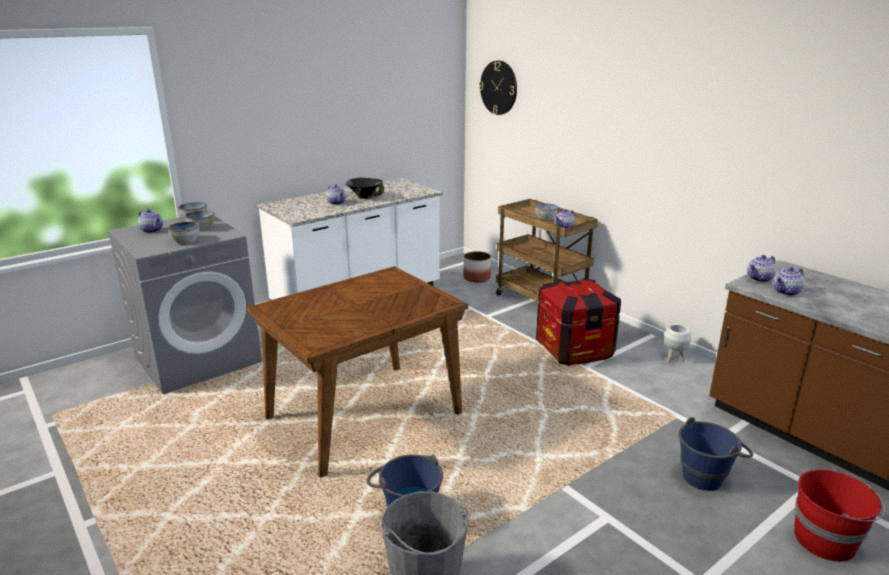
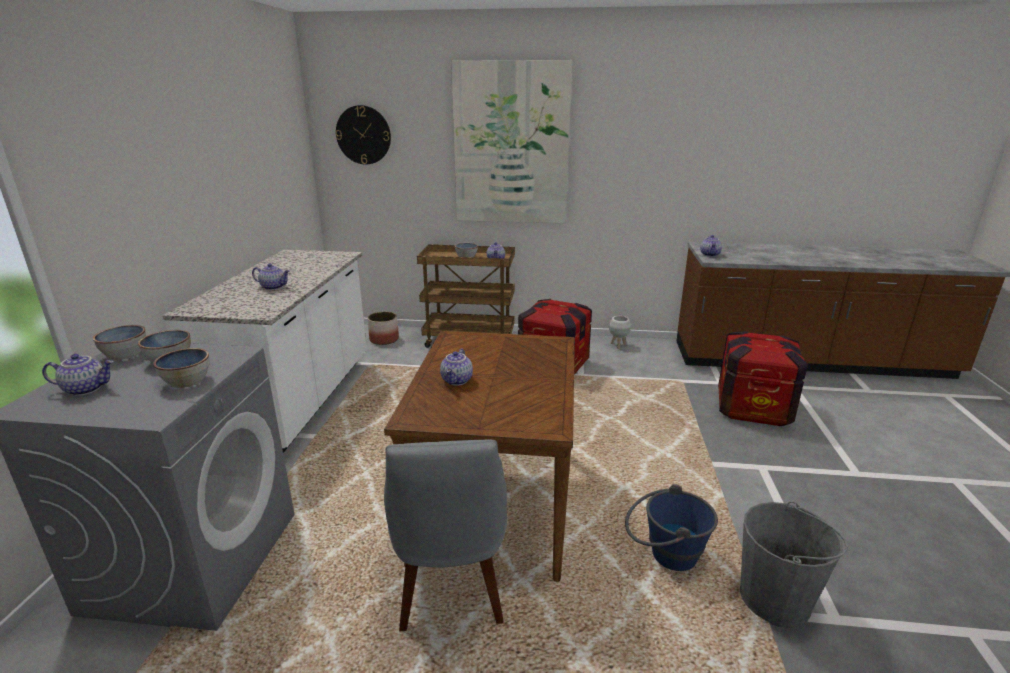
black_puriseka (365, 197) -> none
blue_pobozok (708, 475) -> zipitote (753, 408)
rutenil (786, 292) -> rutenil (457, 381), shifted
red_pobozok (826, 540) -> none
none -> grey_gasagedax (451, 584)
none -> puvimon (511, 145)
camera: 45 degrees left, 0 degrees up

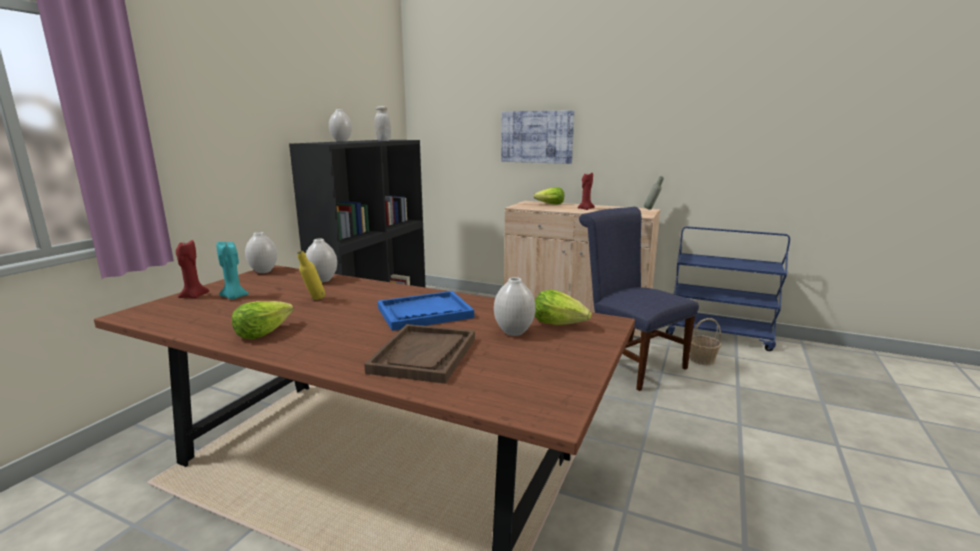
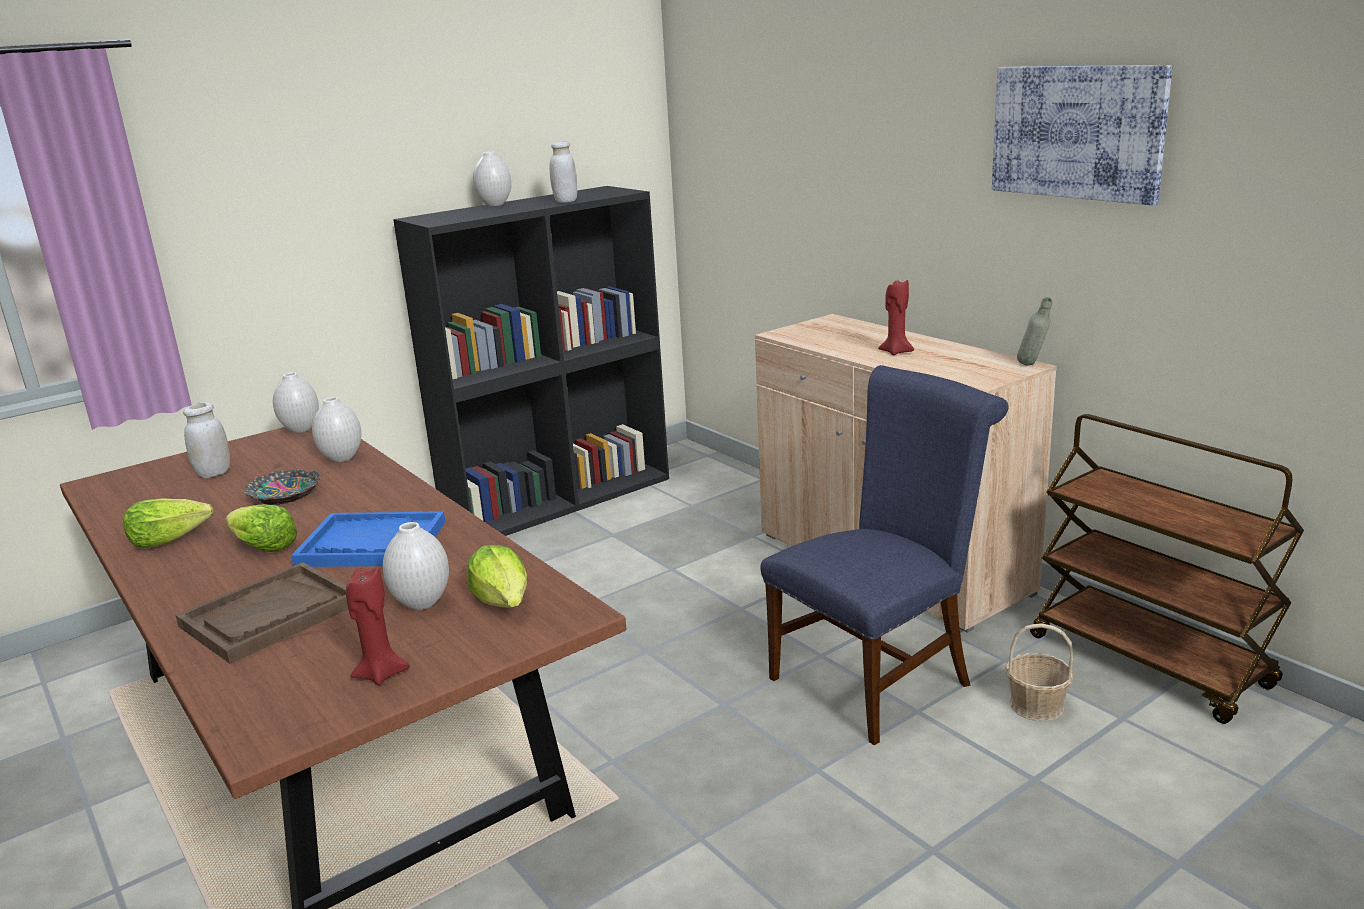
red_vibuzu (193, 296) -> red_vibuzu (381, 674), shifted
turquoise_vibuzu (234, 297) -> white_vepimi (214, 473)
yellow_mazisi (314, 300) -> puriseka (284, 495)
puvimon (536, 137) -> puvimon (1077, 132), shifted
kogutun (550, 204) -> kogutun (263, 547), shifted
blue_gasagedax (629, 362) -> blue_gasagedax (878, 677), 60 degrees clockwise
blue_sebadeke (719, 335) -> brown_sebadeke (1150, 662)
camera: 30 degrees right, 5 degrees up

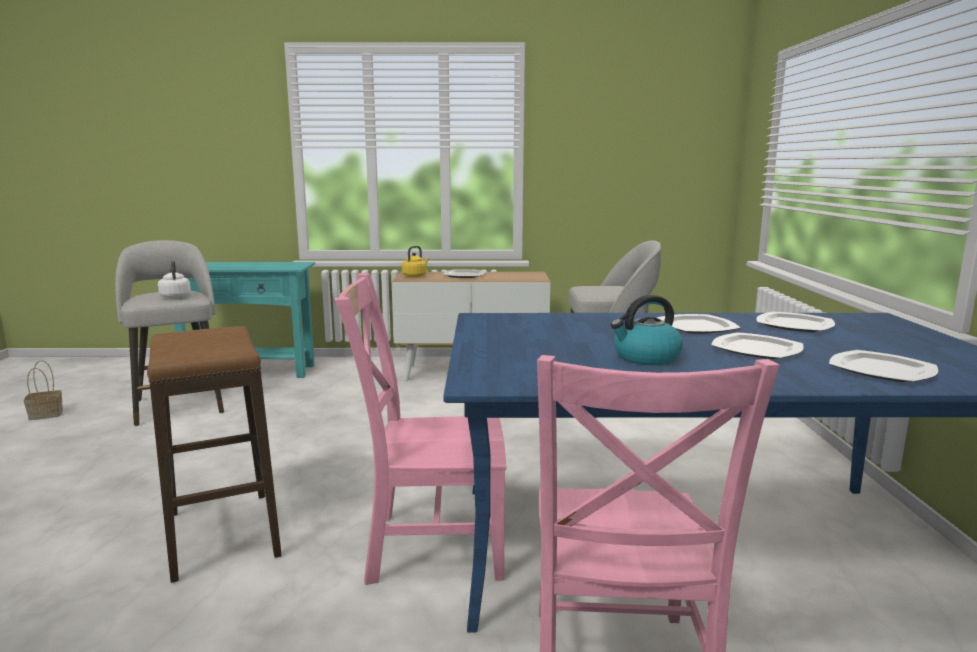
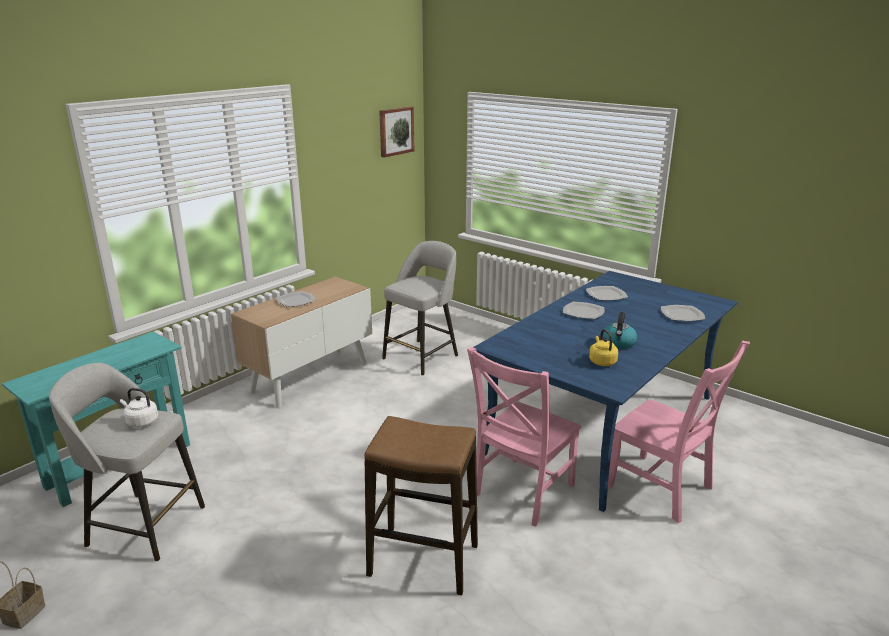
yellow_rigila (415, 276) -> yellow_rigila (602, 361), shifted
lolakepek (756, 349) -> none
none -> puvimon (395, 131)
camera: 50 degrees left, 10 degrees up

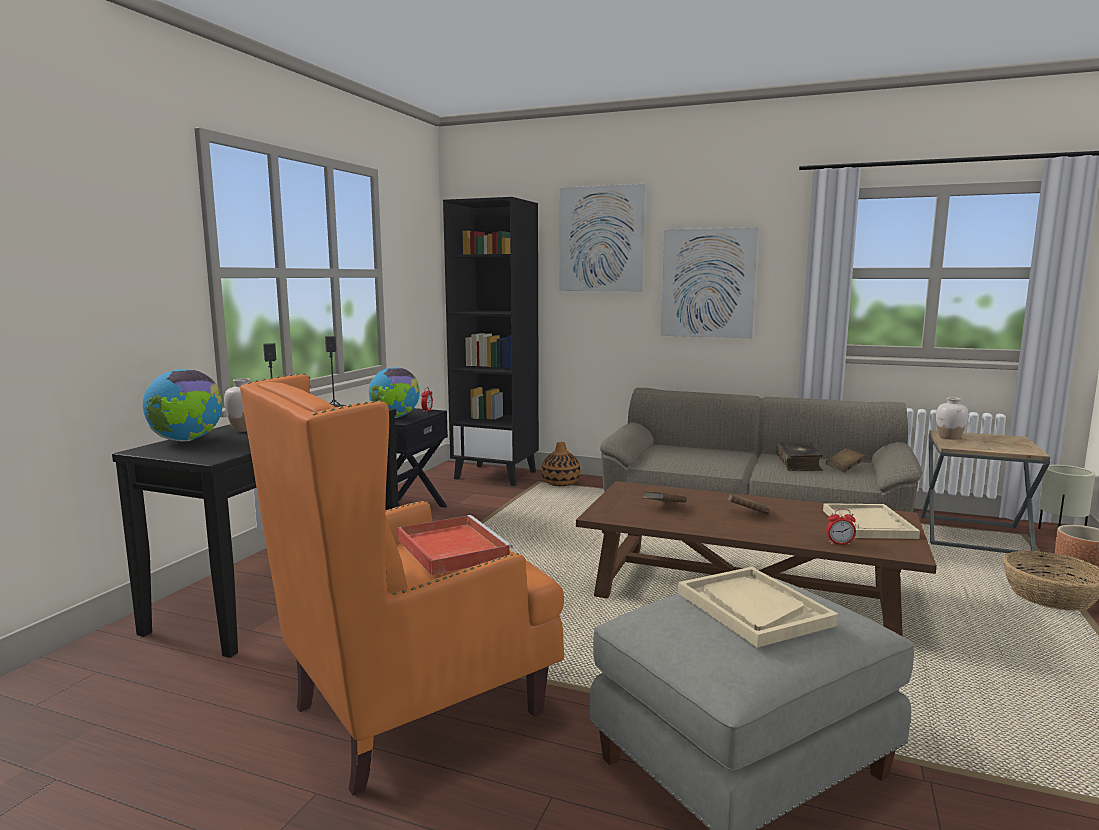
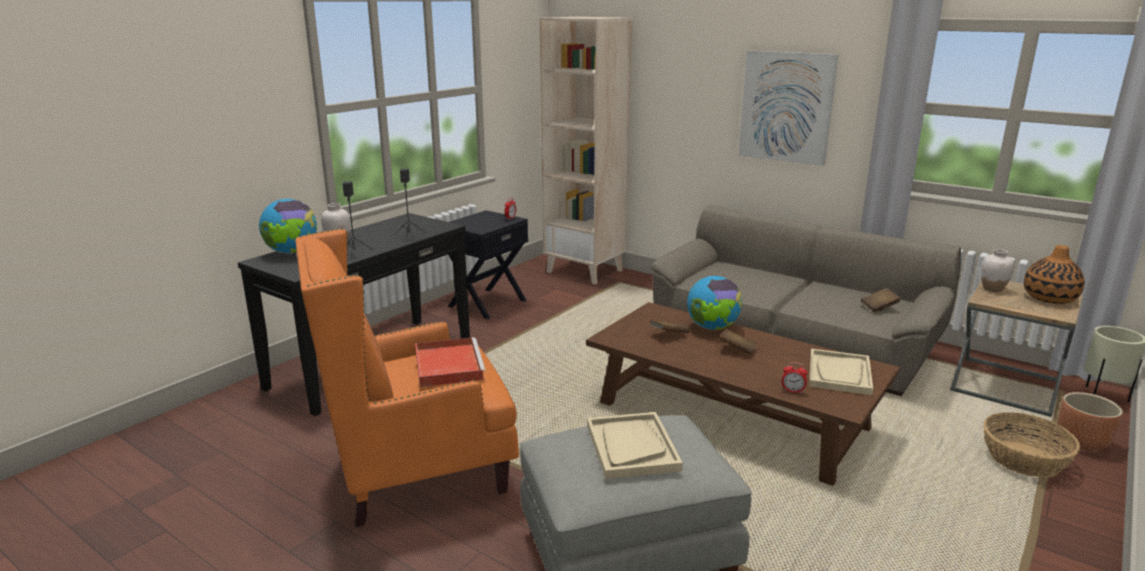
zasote (395, 417) -> zasote (712, 328), shifted
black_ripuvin (496, 475) -> beige_ripuvin (585, 271)
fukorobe (560, 483) -> fukorobe (1049, 298), shifted
puvimon (601, 239) -> none
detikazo (799, 464) -> none
camera: 15 degrees right, 10 degrees up

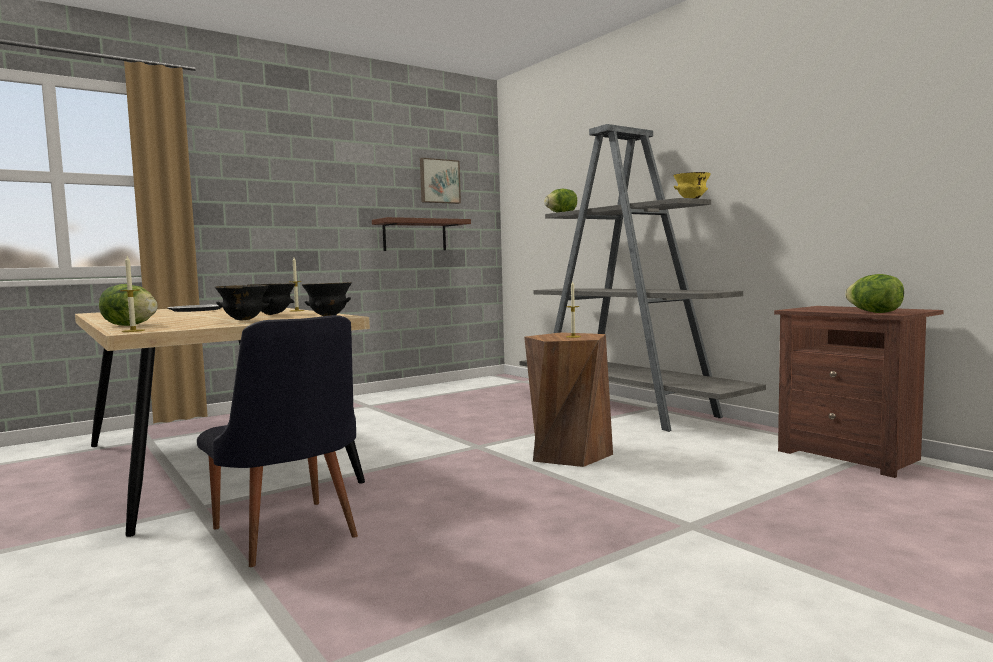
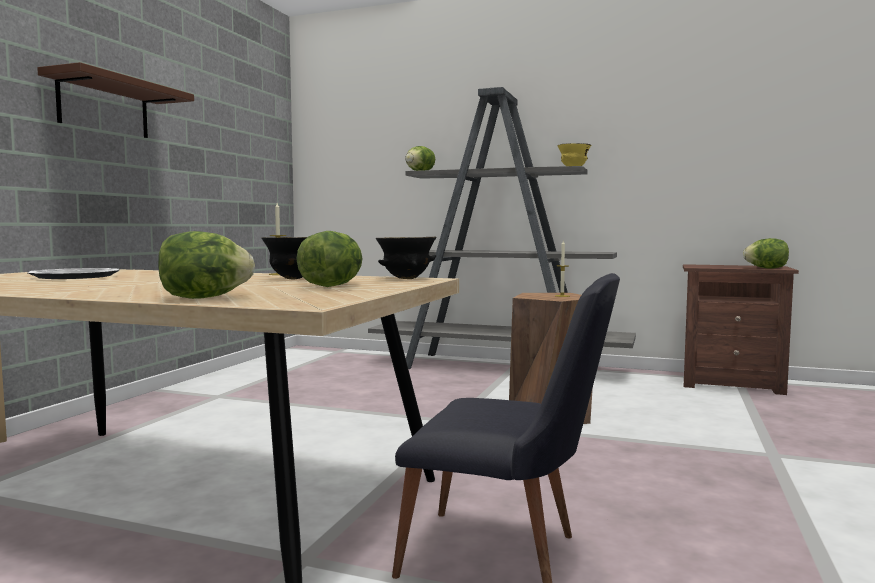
vibuzu (133, 331) -> none
black_puriseka (243, 320) -> kogutun (332, 286)
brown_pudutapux (414, 235) -> brown_pudutapux (104, 107), shifted
puvimon (439, 181) -> none
camera: 35 degrees left, 0 degrees up

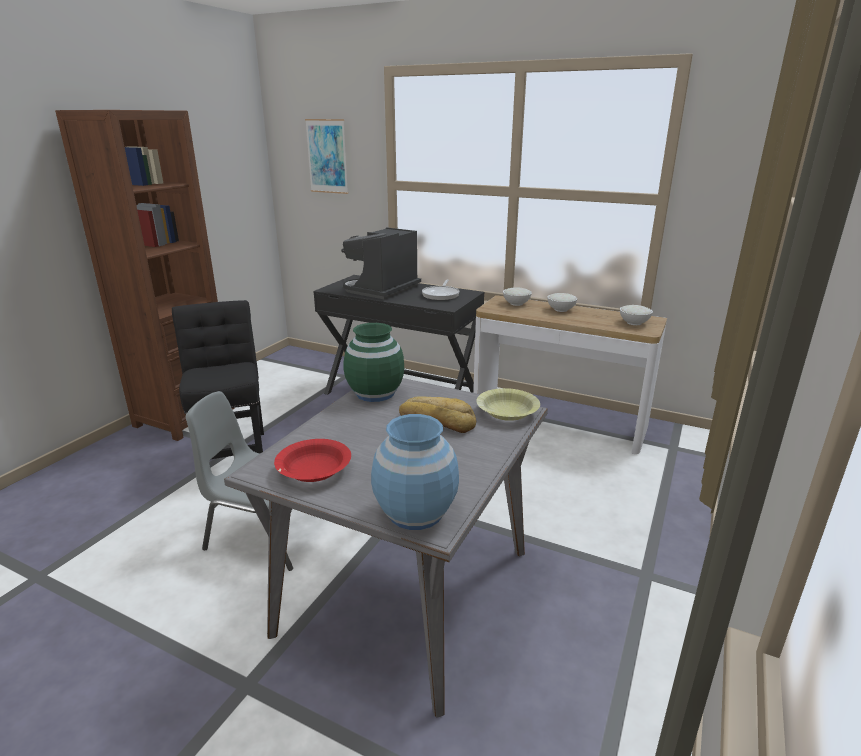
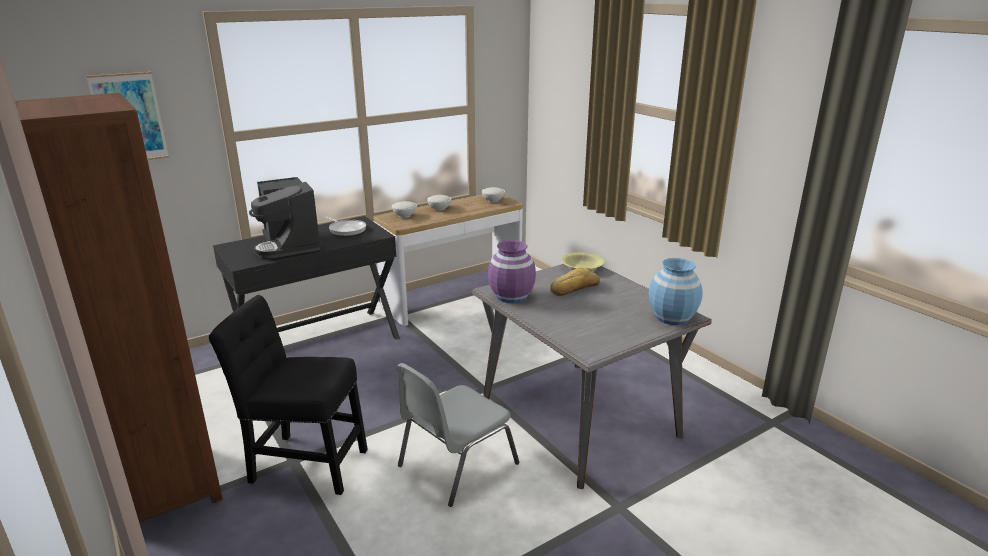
red_puriseka (314, 470) -> none
green_fukorobe (375, 393) -> purple_fukorobe (511, 296)
camera: 60 degrees left, 0 degrees up

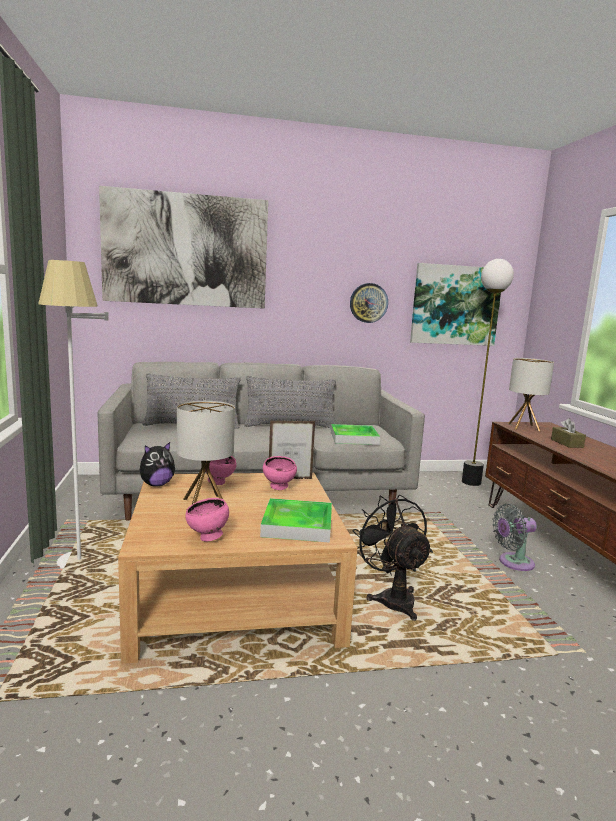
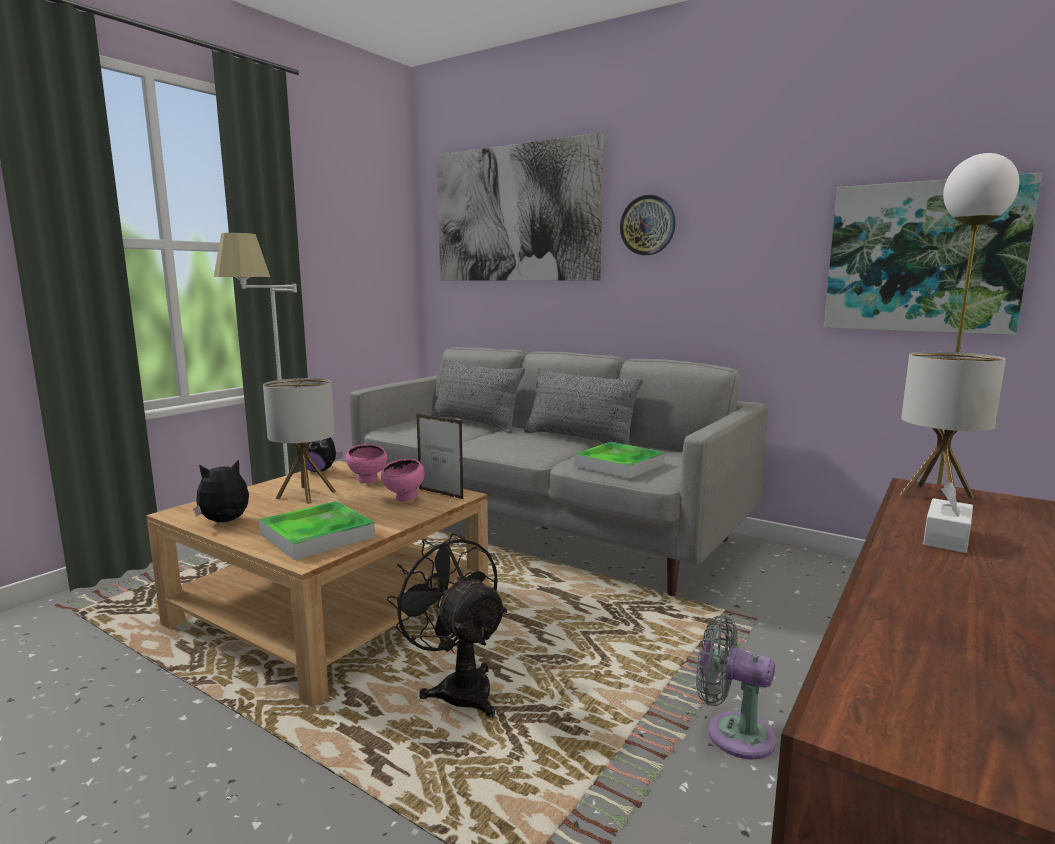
pink_puriseka (207, 538) -> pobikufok (225, 522)
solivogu (368, 303) -> solivogu (648, 225), shifted
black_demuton (392, 598) -> black_demuton (458, 687), 60 degrees counterclockwise
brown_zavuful (567, 443) -> white_zavuful (946, 538)
camera: 45 degrees right, 0 degrees up

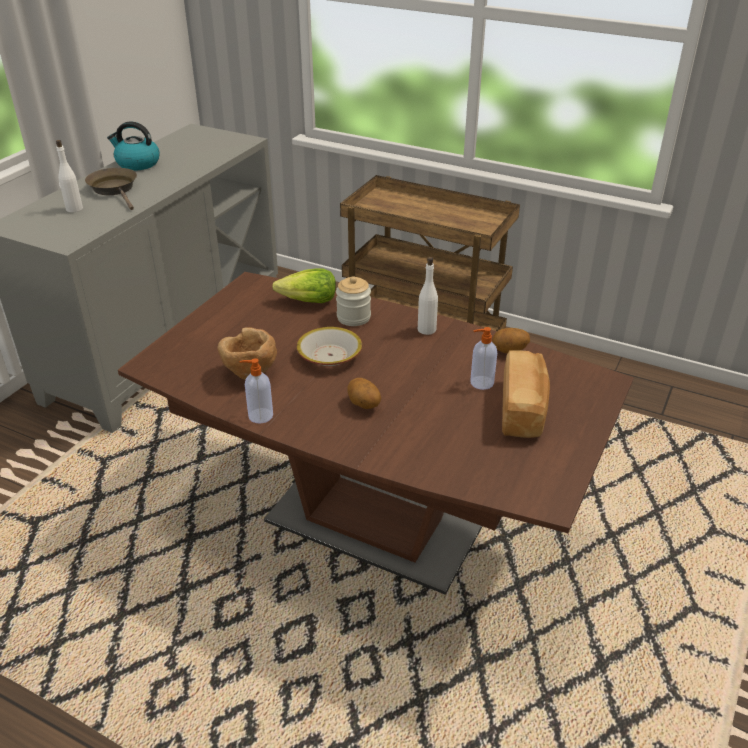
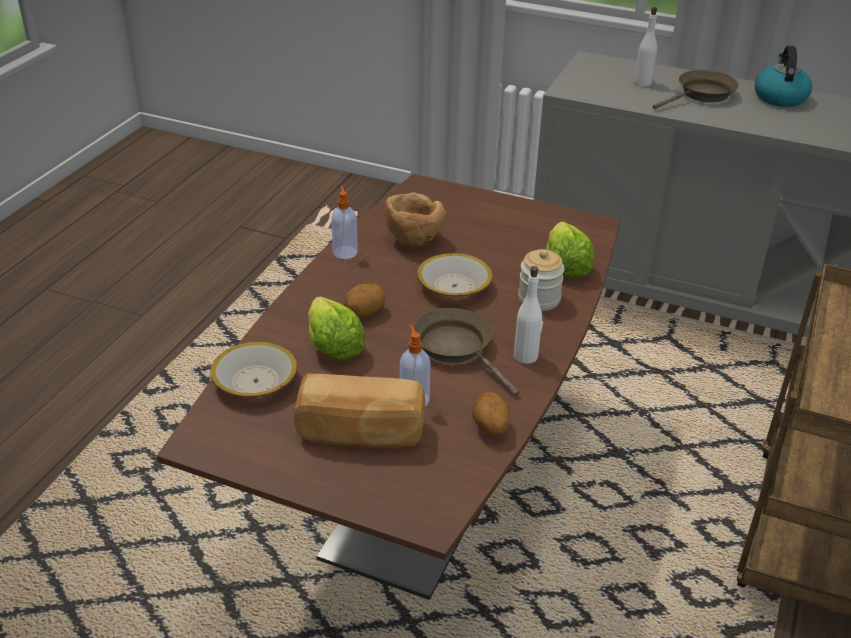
none -> puriseka (255, 382)
none -> kogutun (333, 345)
none -> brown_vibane (457, 348)
camera: 85 degrees right, 0 degrees up

